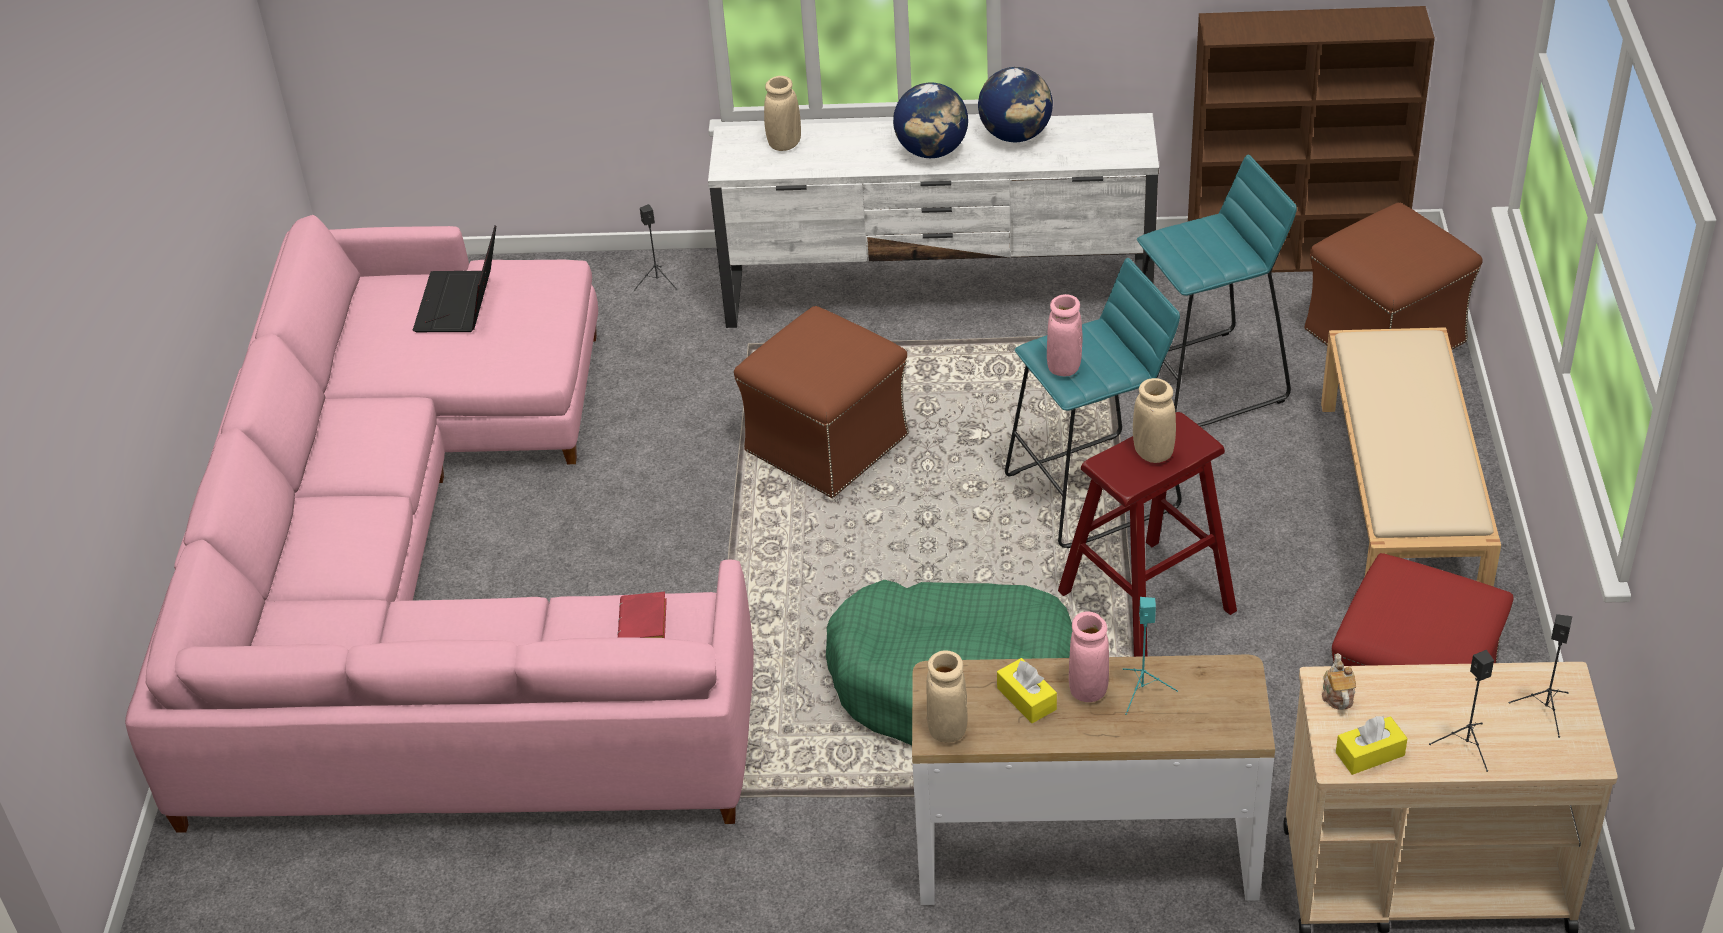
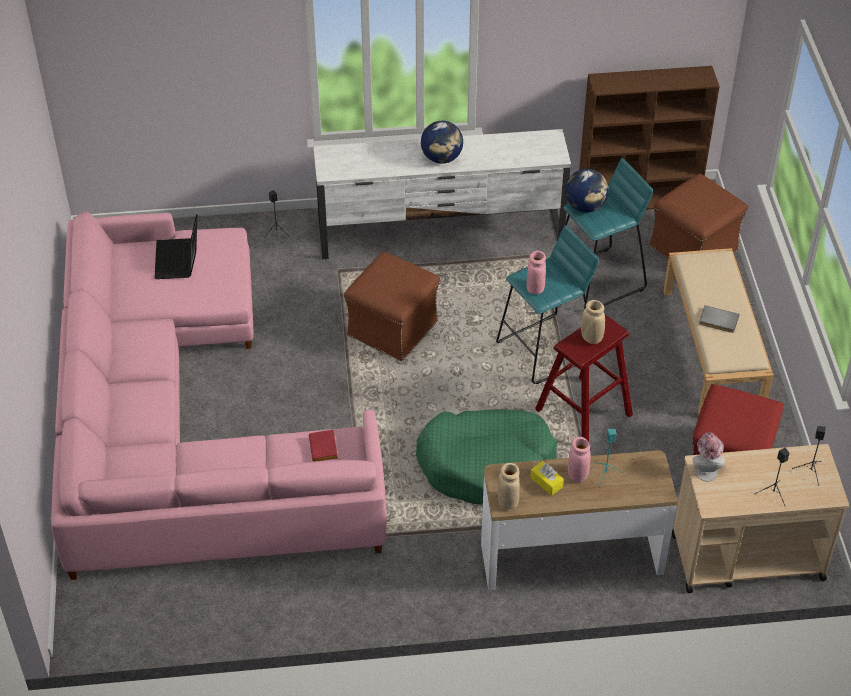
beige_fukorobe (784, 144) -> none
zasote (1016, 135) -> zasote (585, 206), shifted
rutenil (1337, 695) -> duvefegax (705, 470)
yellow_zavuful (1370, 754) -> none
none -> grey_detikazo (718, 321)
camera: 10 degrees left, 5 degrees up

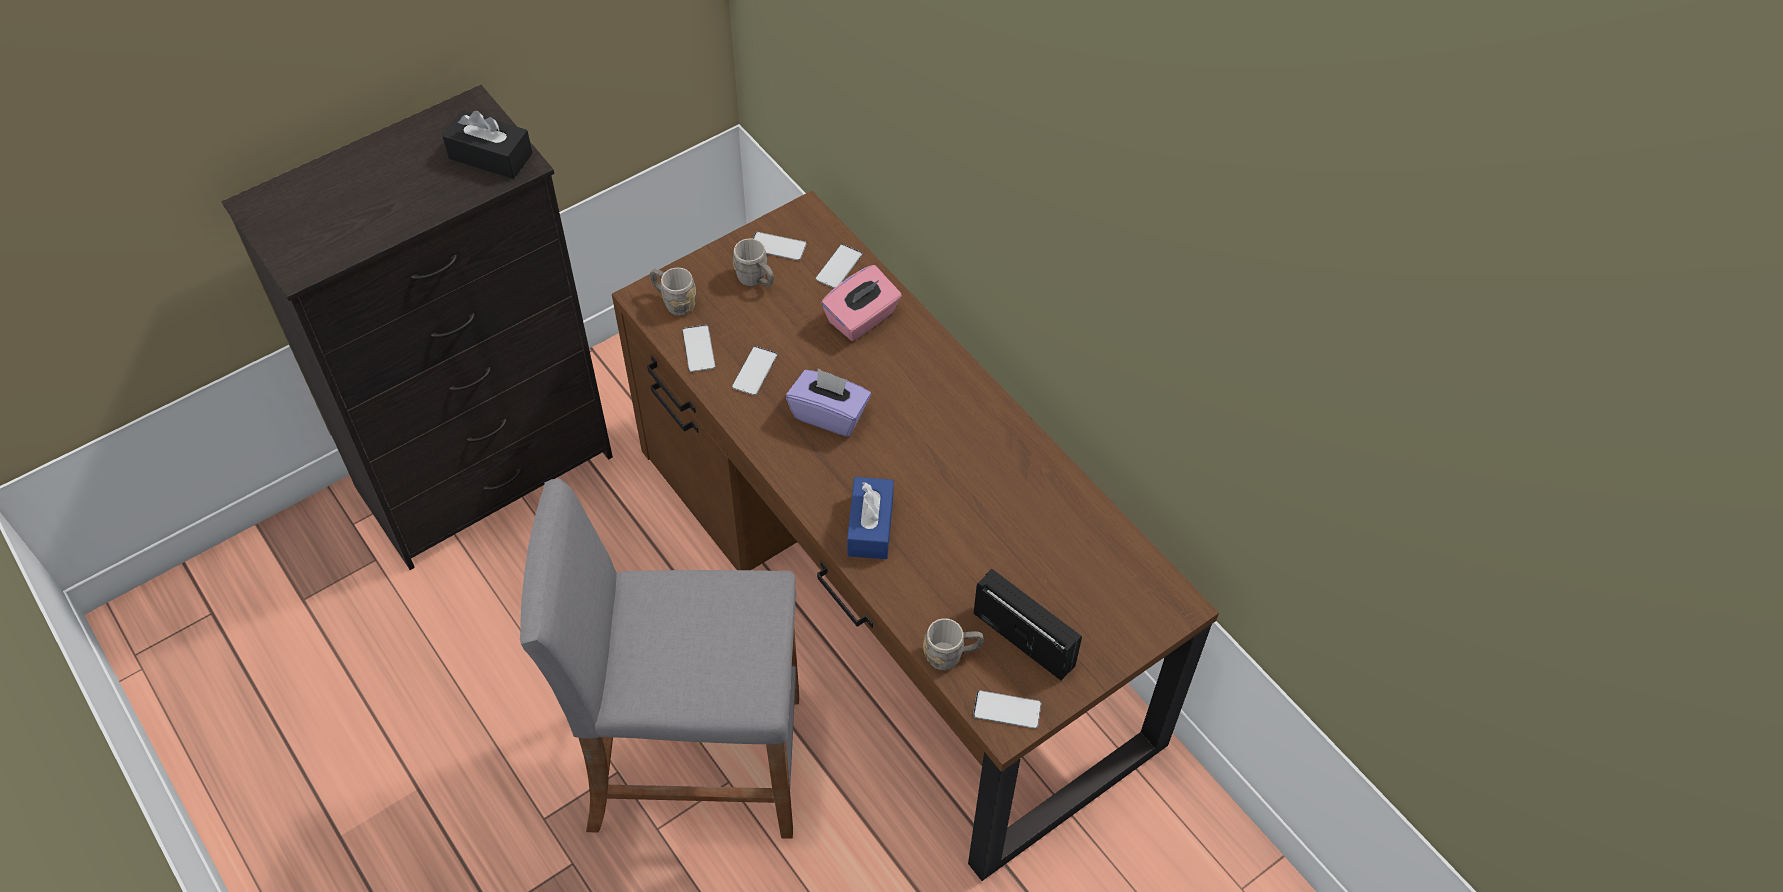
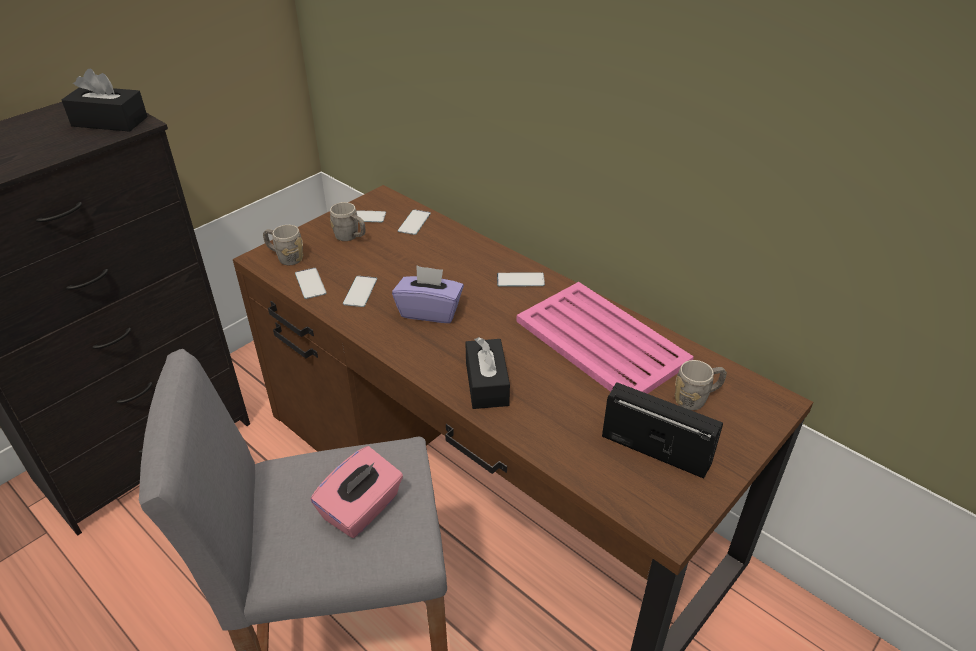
pink_zavuful (862, 319) -> pink_zavuful (362, 509), shifted
blue_zavuful (870, 526) -> black_zavuful (487, 383)
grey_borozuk (951, 655) -> grey_borozuk (696, 398), shifted
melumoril (1007, 710) -> melumoril (520, 280), shifted
none -> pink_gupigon (600, 340)
camera: 10 degrees left, 15 degrees down

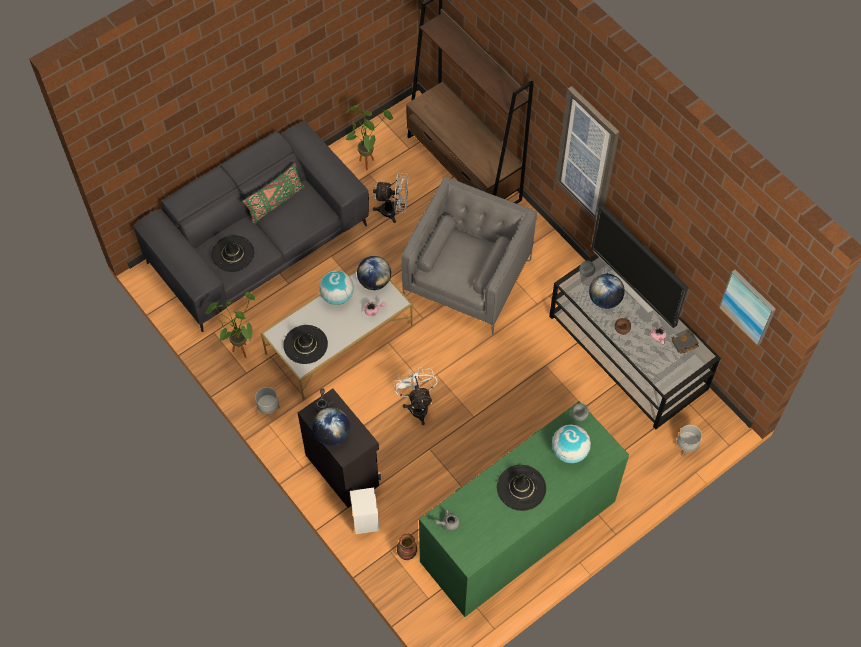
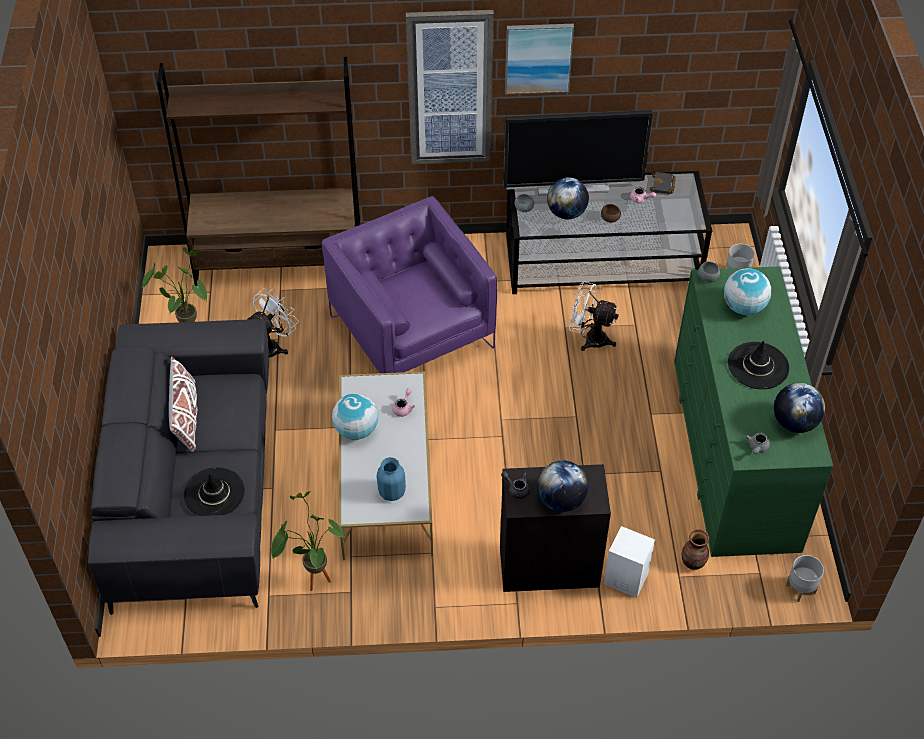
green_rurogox (275, 202) -> white_rurogox (186, 417)
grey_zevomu (268, 410) -> grey_zevomu (800, 589), shifted
black_duvefegax (305, 344) -> blue_fukorobe (392, 492)
zasote (374, 281) -> zasote (794, 423), shifted
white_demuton (417, 405) -> white_demuton (589, 338), shifted
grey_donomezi (467, 278) -> purple_donomezi (411, 332)
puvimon (748, 306) -> puvimon (538, 57), shifted
camera: 55 degrees left, 10 degrees down

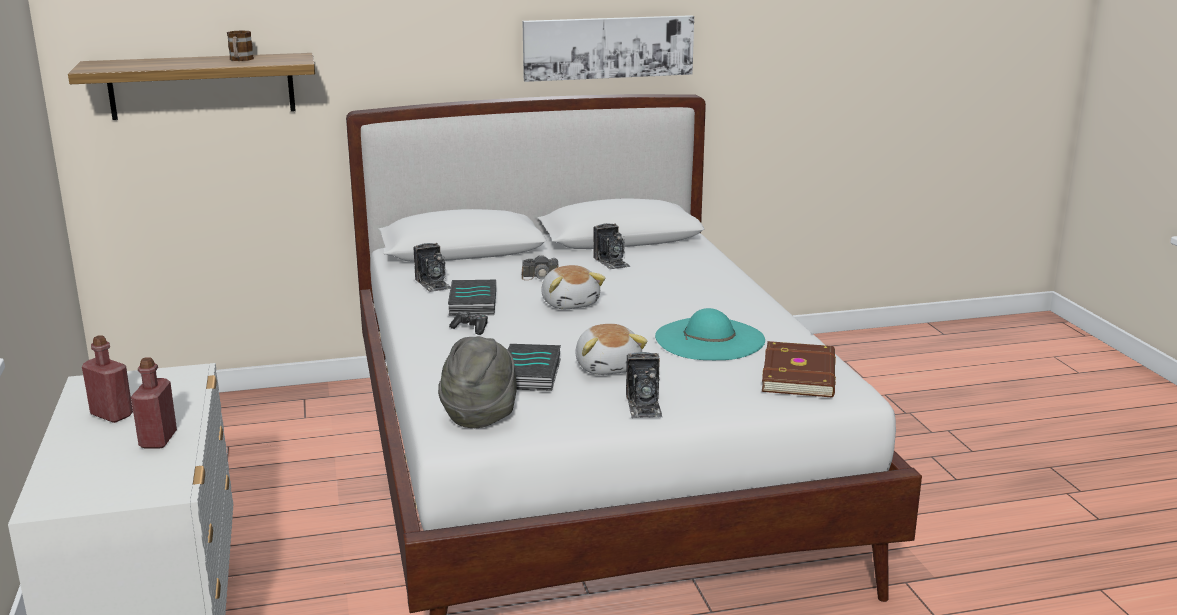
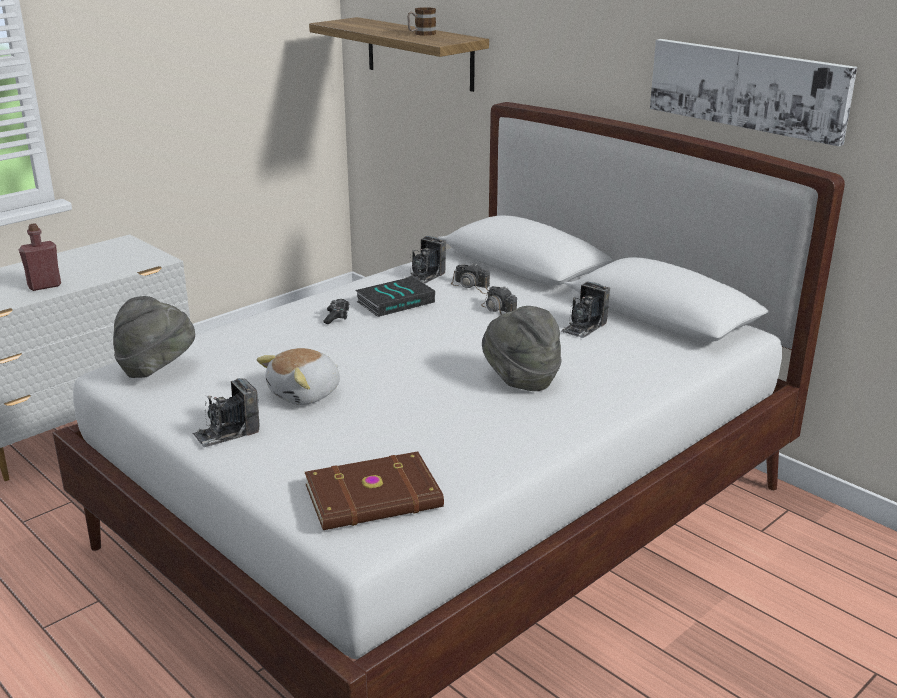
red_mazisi (112, 415) -> none
detikazo (532, 374) -> none
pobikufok (570, 303) -> none
turquoise_duvefegax (709, 339) -> none
none -> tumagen (472, 286)
none -> grey_duvefegax (521, 380)
camera: 60 degrees right, 5 degrees up

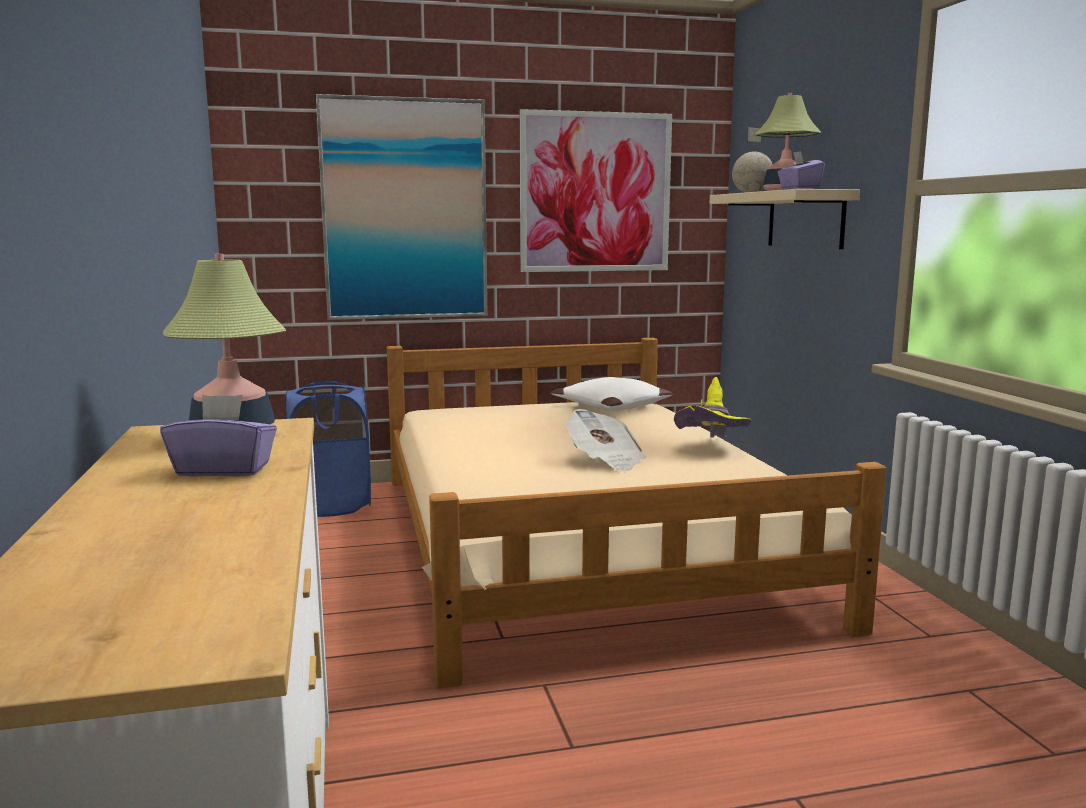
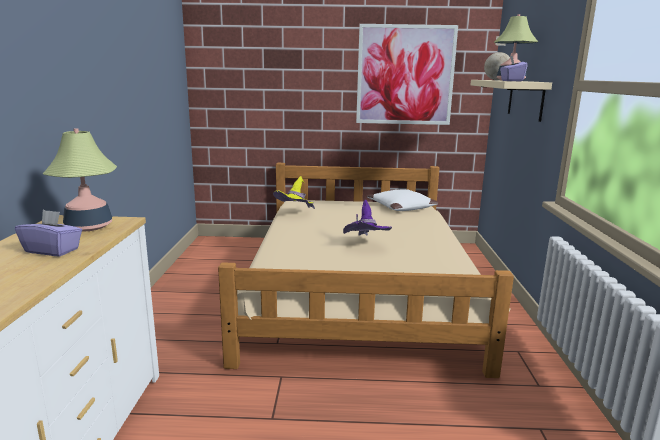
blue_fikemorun (331, 505) -> none
puvimon (405, 210) -> none
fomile (605, 461) -> purple_duvefegax (365, 246)
yellow_duvefegax (712, 450) -> yellow_duvefegax (296, 214), shifted
camera: 15 degrees right, 5 degrees up

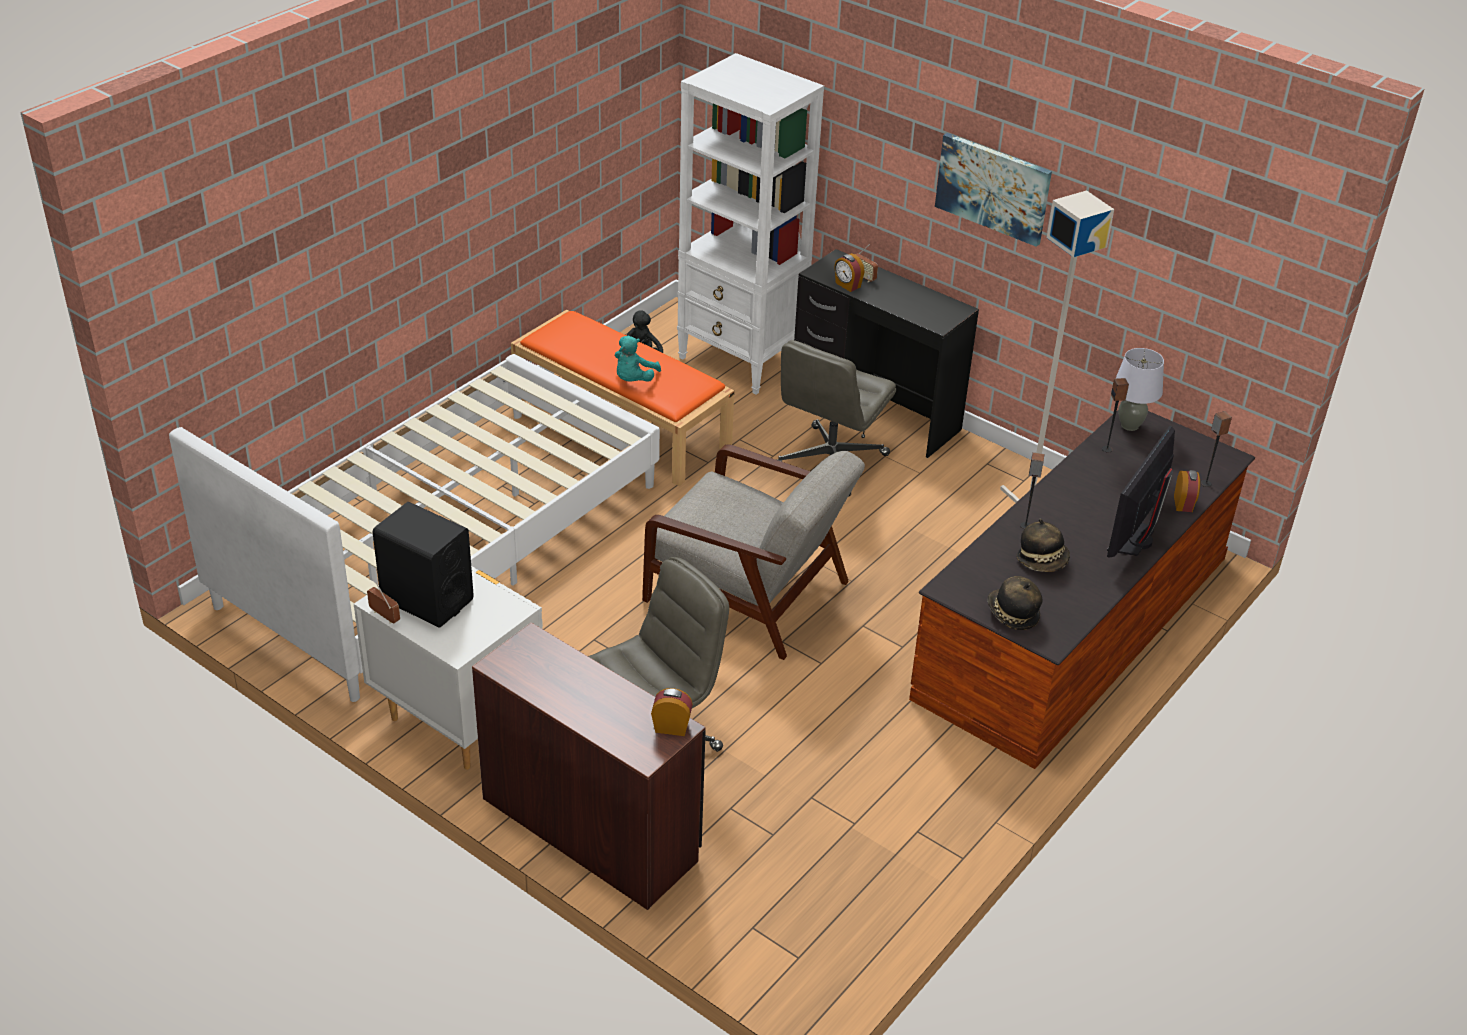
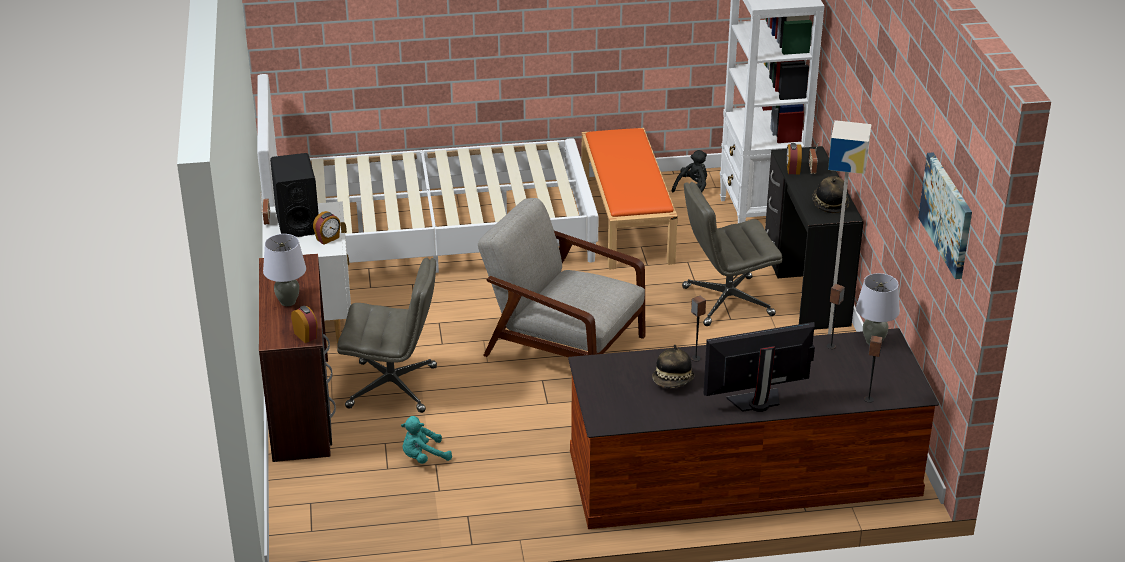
turquoise_pobikufok (634, 380) -> turquoise_pobikufok (423, 457), shifted
grey_donomezi (749, 593) -> grey_donomezi (562, 345), 135 degrees clockwise
puvimon (993, 188) -> puvimon (947, 214), shifted
duvefegax (1012, 614) -> duvefegax (829, 204), shifted
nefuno (1183, 504) -> nefuno (328, 239), shifted
none -> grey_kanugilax (288, 302)
camera: 45 degrees right, 5 degrees down

